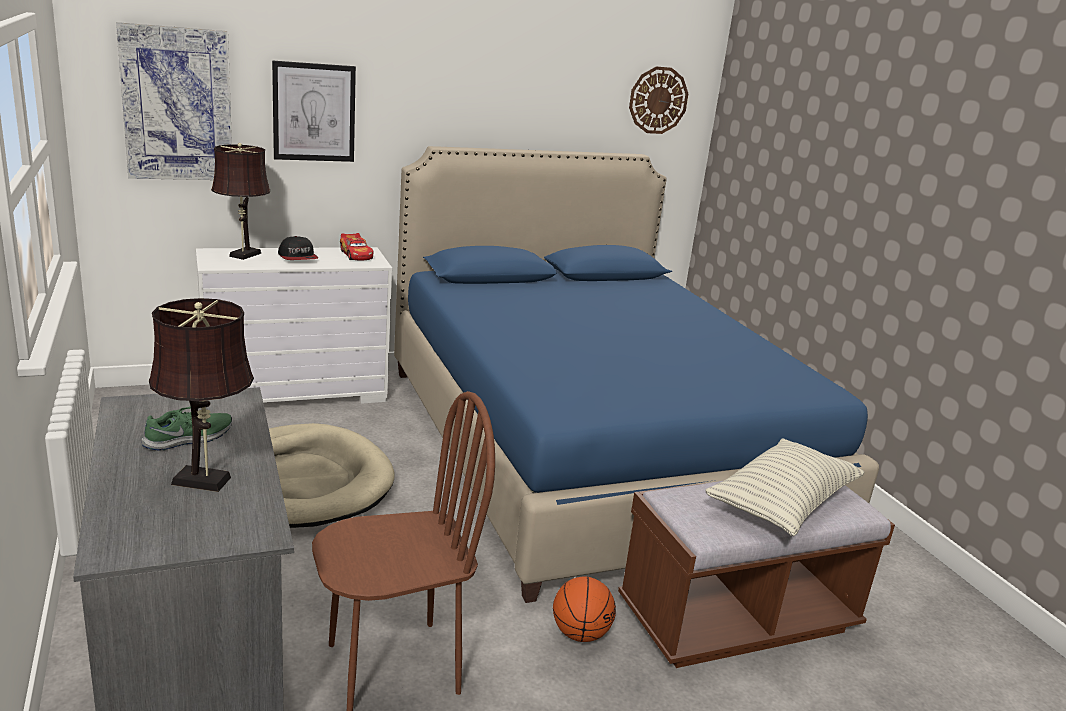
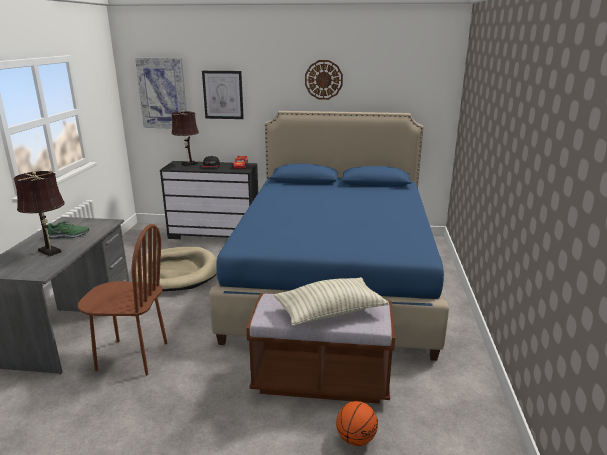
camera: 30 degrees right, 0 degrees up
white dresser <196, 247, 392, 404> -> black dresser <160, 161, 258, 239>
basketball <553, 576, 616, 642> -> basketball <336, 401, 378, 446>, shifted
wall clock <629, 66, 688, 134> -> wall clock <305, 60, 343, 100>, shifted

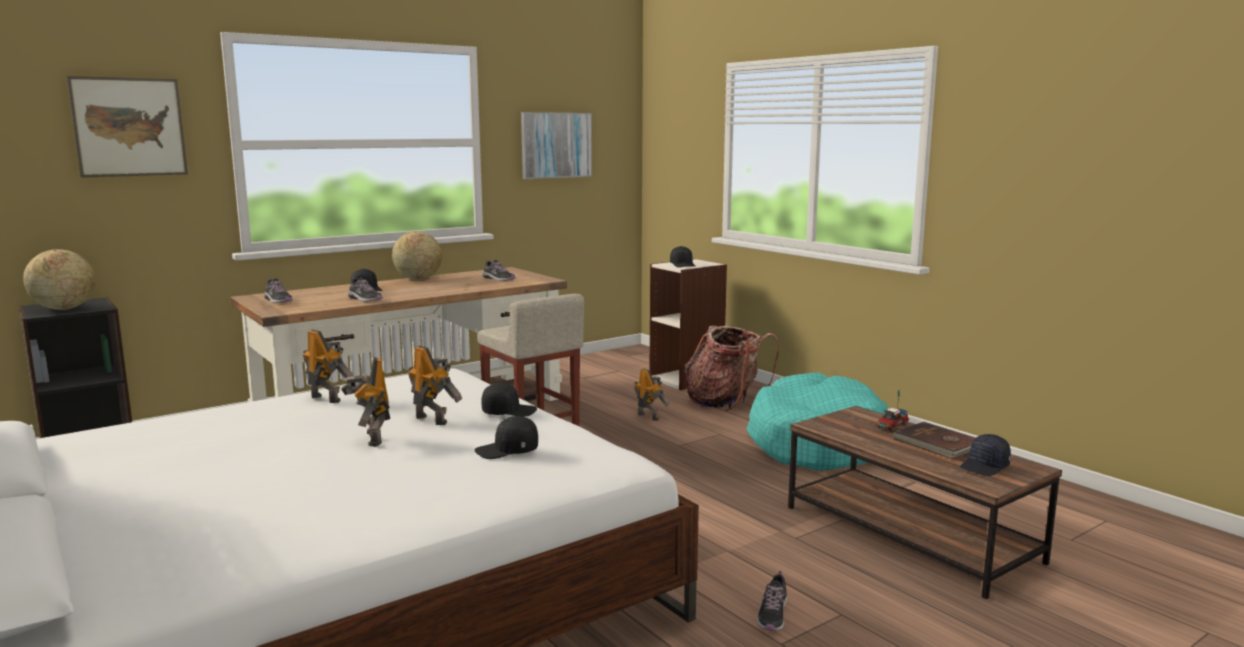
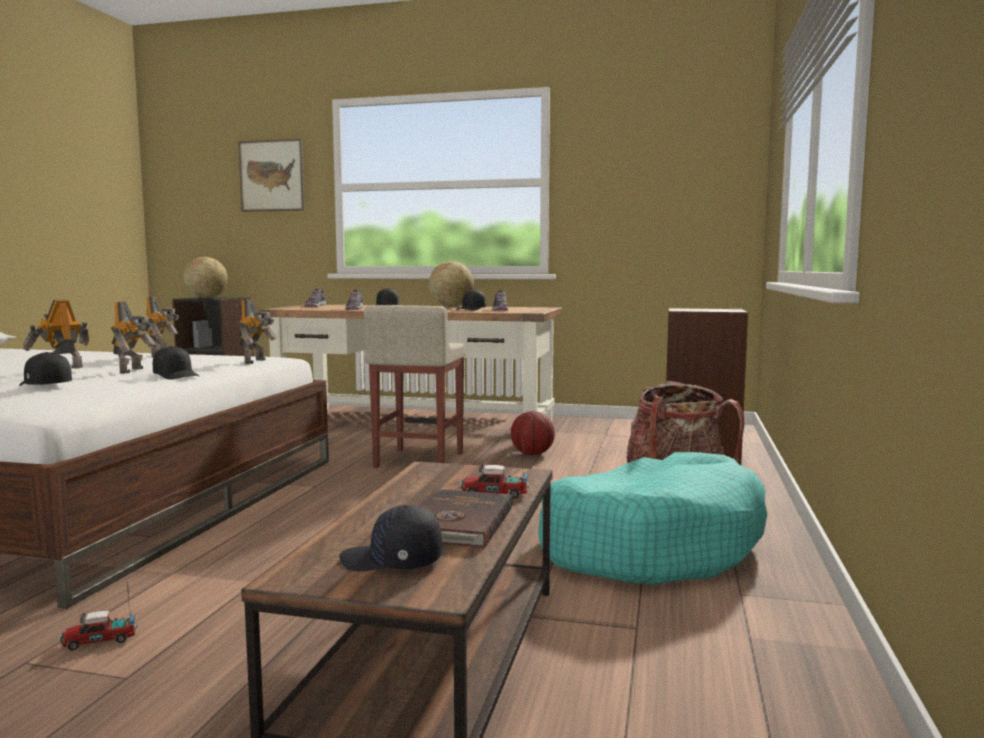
camera: 50 degrees right, 5 degrees down
picture <521, 112, 592, 179> -> none
toy robot <634, 368, 670, 421> -> toy robot <238, 299, 276, 364>, shifted
black cap <670, 246, 696, 268> -> black cap <456, 289, 486, 311>, shifted
shoe <756, 570, 787, 631> -> toy truck <58, 582, 138, 651>
none -> basketball <511, 411, 555, 455>

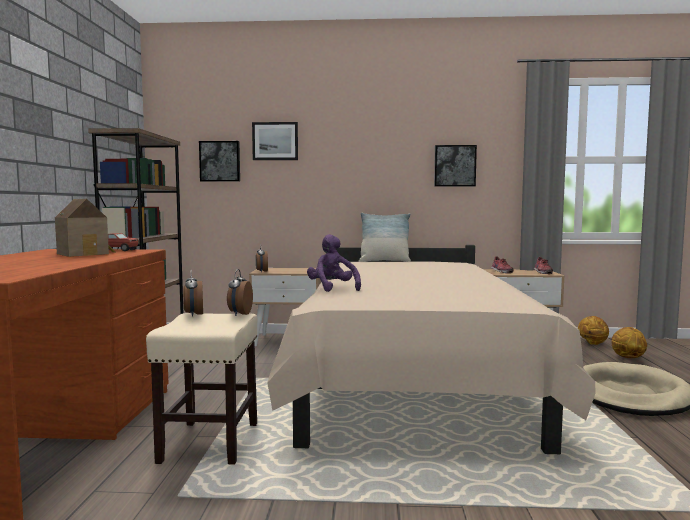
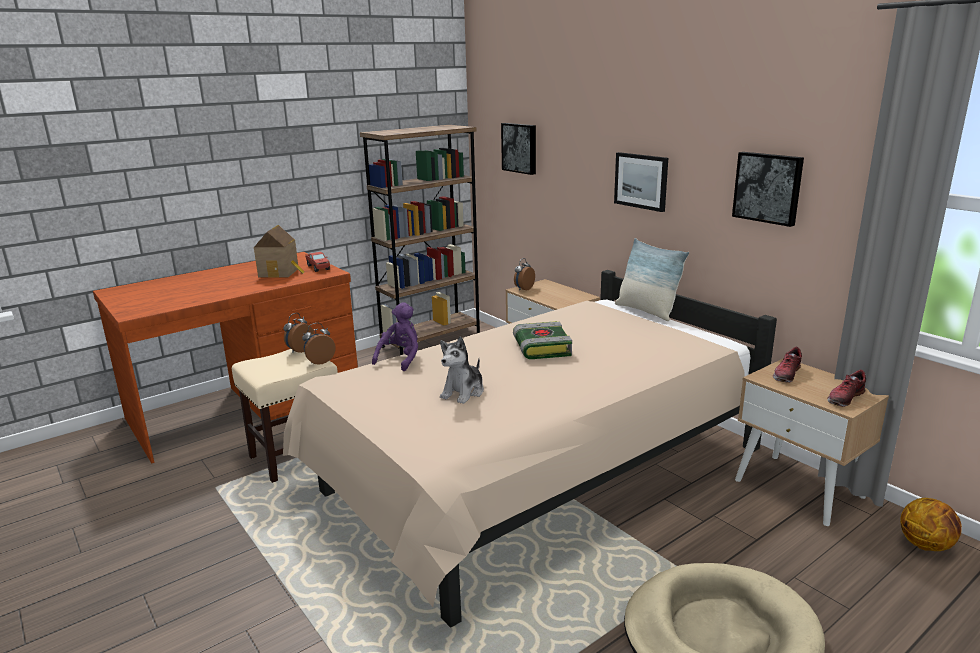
camera: 50 degrees right, 15 degrees up
picture <252, 122, 298, 160> -> picture <614, 152, 668, 212>, shifted
basketball <612, 327, 647, 358> -> none
none -> plush toy <440, 336, 484, 404>
none -> book <513, 321, 572, 359>

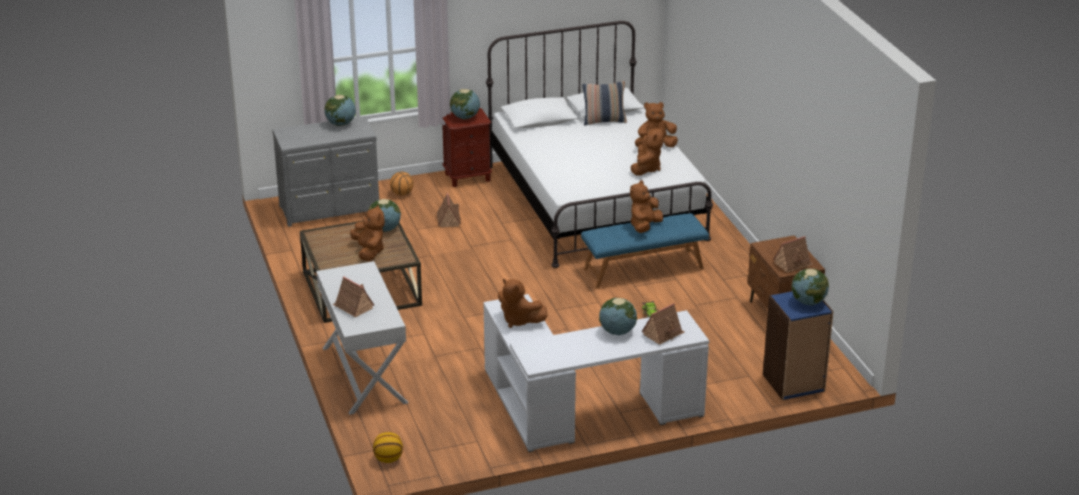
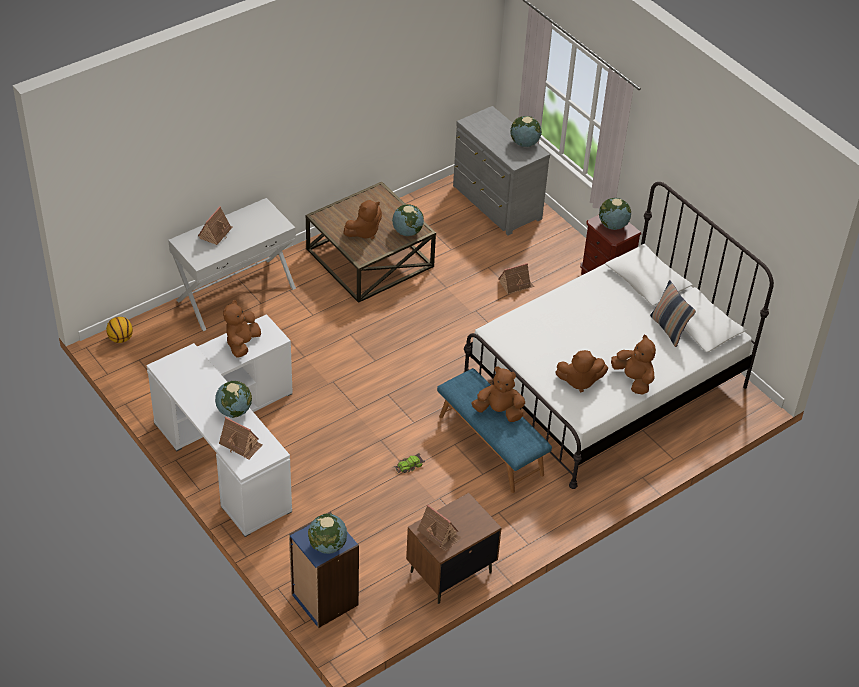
camera: 70 degrees right, 15 degrees up
basketball <390, 172, 414, 196> -> none

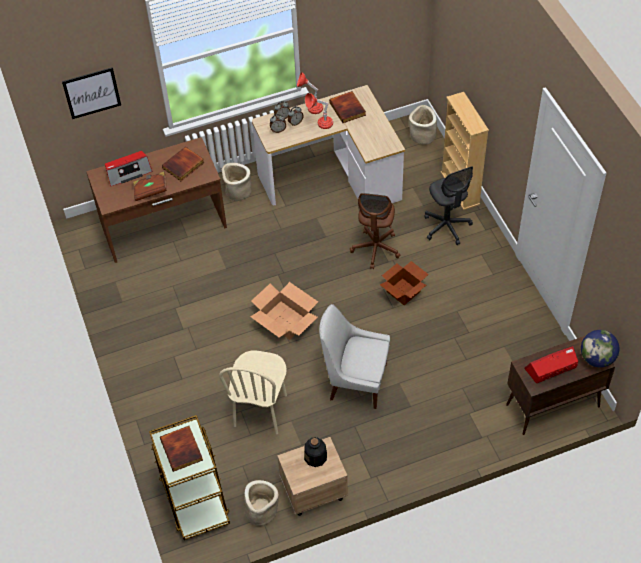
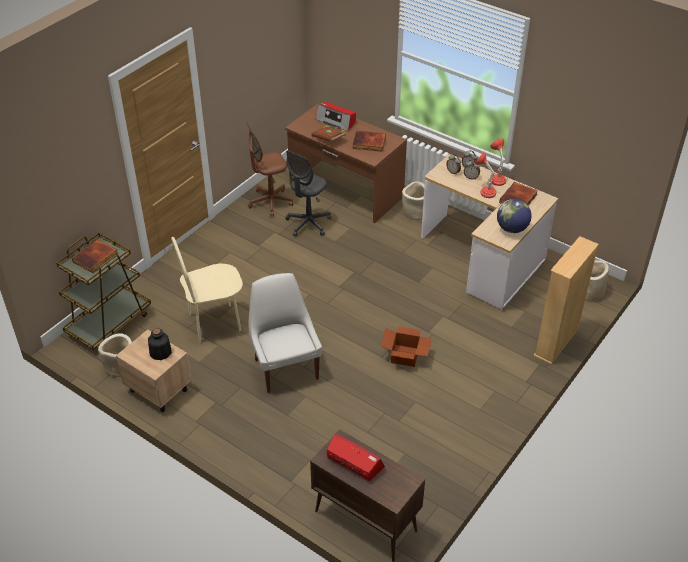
camera: 55 degrees right, 10 degrees down
picture <62, 67, 121, 119> -> none
cardboard box <251, 282, 318, 340> -> none
brown office chair <350, 193, 400, 269> -> brown office chair <246, 123, 294, 216>, shifted
grey office chair <424, 166, 473, 245> -> grey office chair <285, 150, 331, 237>, shifted
globe <581, 330, 619, 367> -> globe <497, 199, 532, 233>, shifted

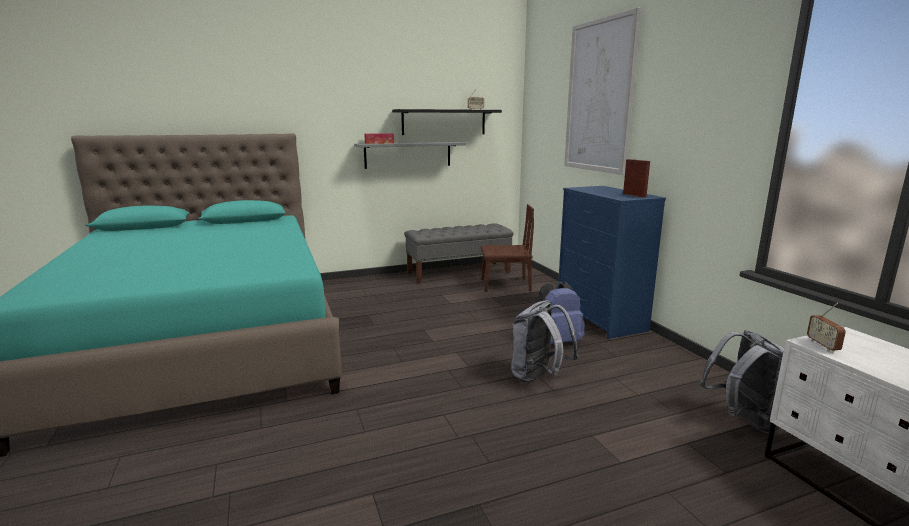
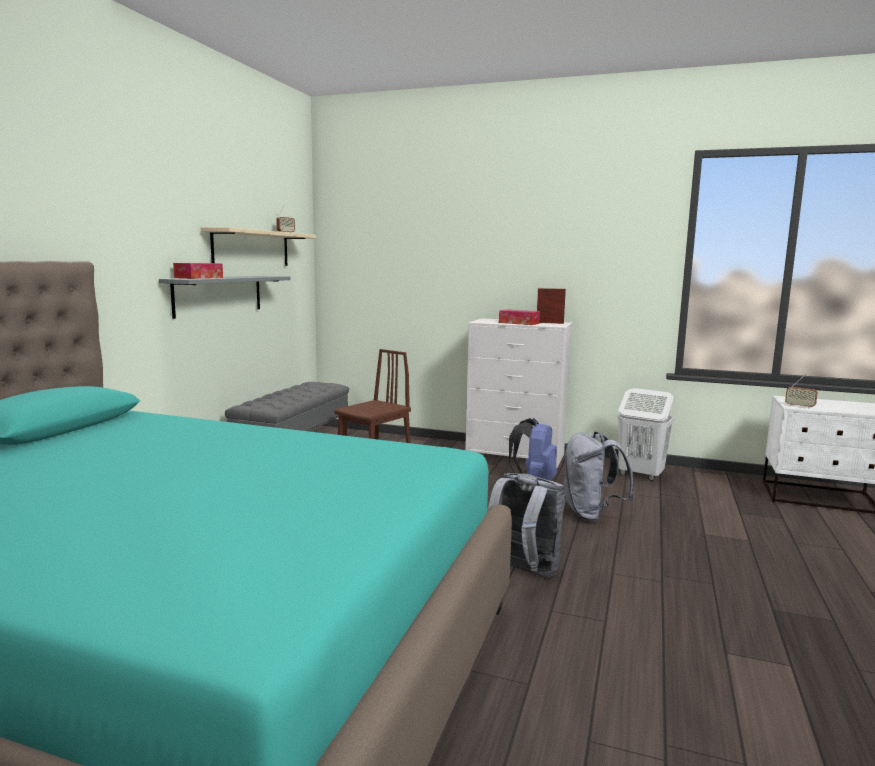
camera: 50 degrees left, 5 degrees down
black shelf <392, 109, 502, 135> -> beige shelf <201, 227, 316, 266>
blue dresser <558, 186, 666, 339> -> white dresser <465, 318, 573, 468>
picture <564, 7, 641, 175> -> none
grey backpack <700, 330, 784, 433> -> grey backpack <488, 473, 566, 577>, shifted
none -> tissue box <499, 309, 540, 325>
none -> white laundry basket <617, 388, 674, 481>

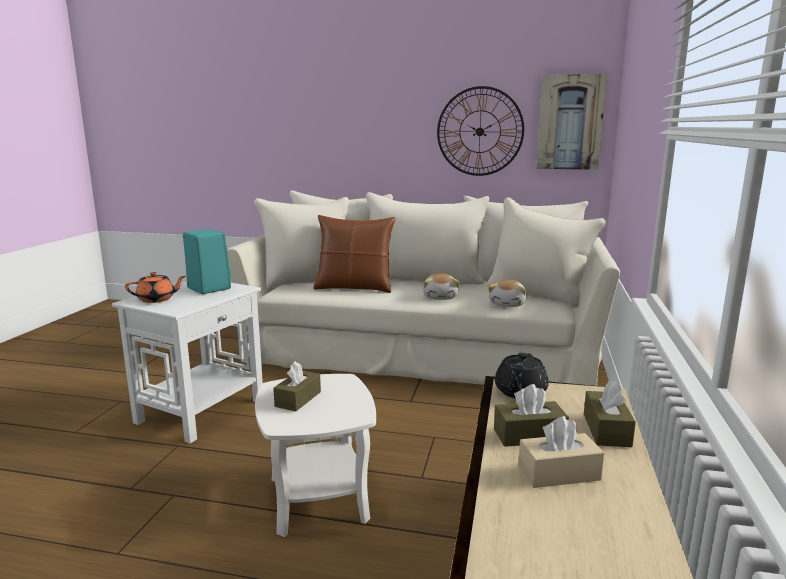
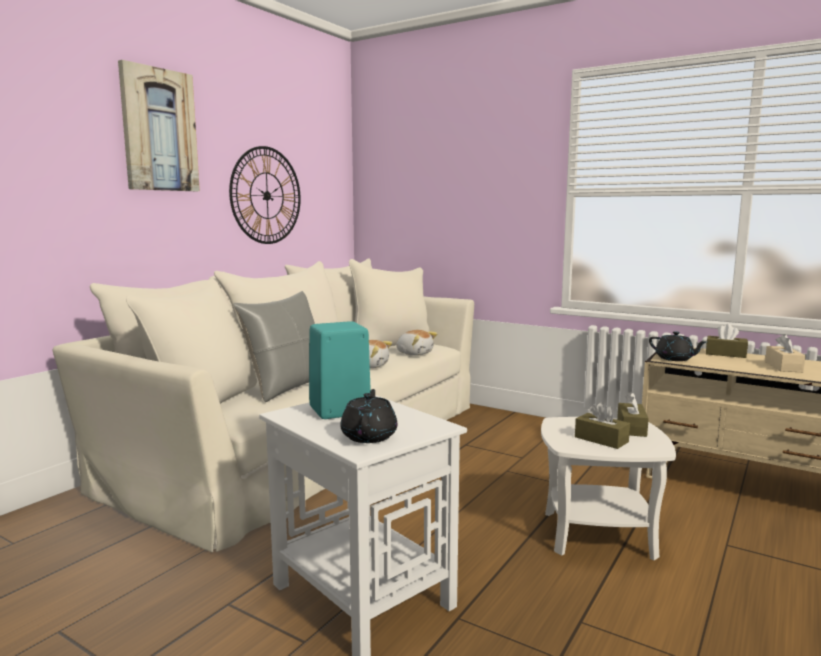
camera: 70 degrees left, 5 degrees down
orange teapot <125, 272, 186, 303> -> black teapot <340, 389, 397, 443>
brown pillow <313, 215, 396, 293> -> grey pillow <233, 291, 315, 402>
brown tissue box <494, 384, 569, 447> -> brown tissue box <617, 392, 649, 437>, shifted
picture <536, 74, 607, 170> -> picture <118, 60, 200, 191>, shifted

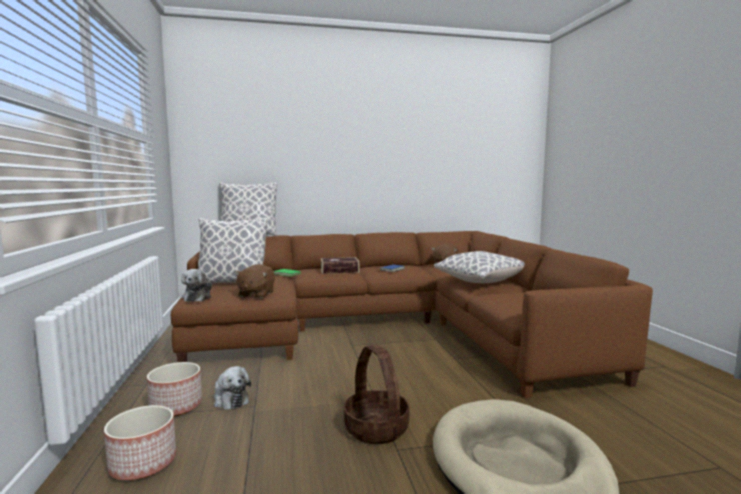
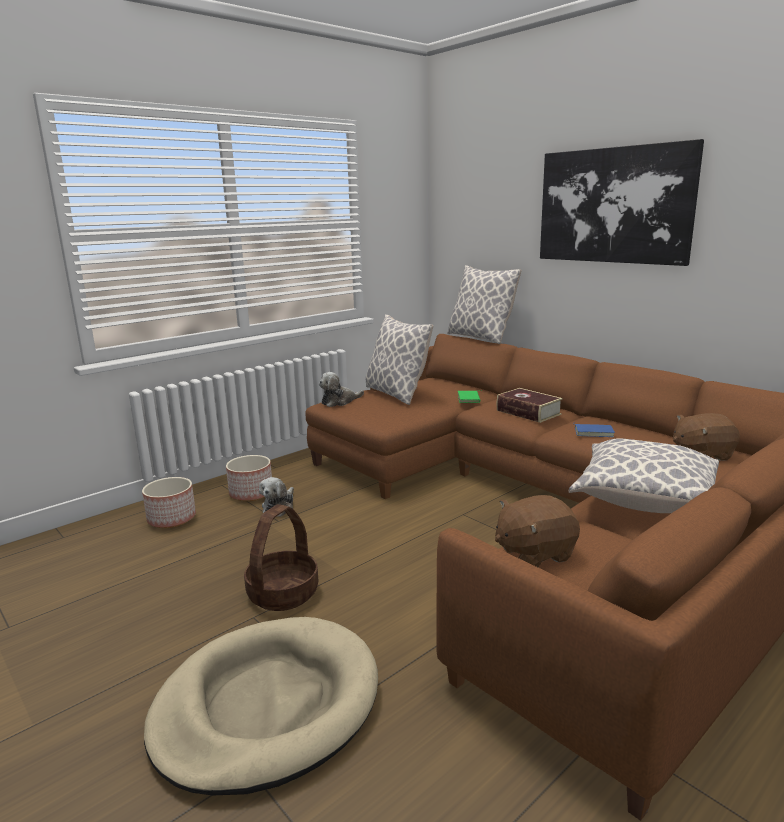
camera: 60 degrees right, 10 degrees up
brown plush toy <234, 264, 275, 298> -> brown plush toy <495, 495, 580, 568>, shifted
none -> picture <540, 139, 704, 266>

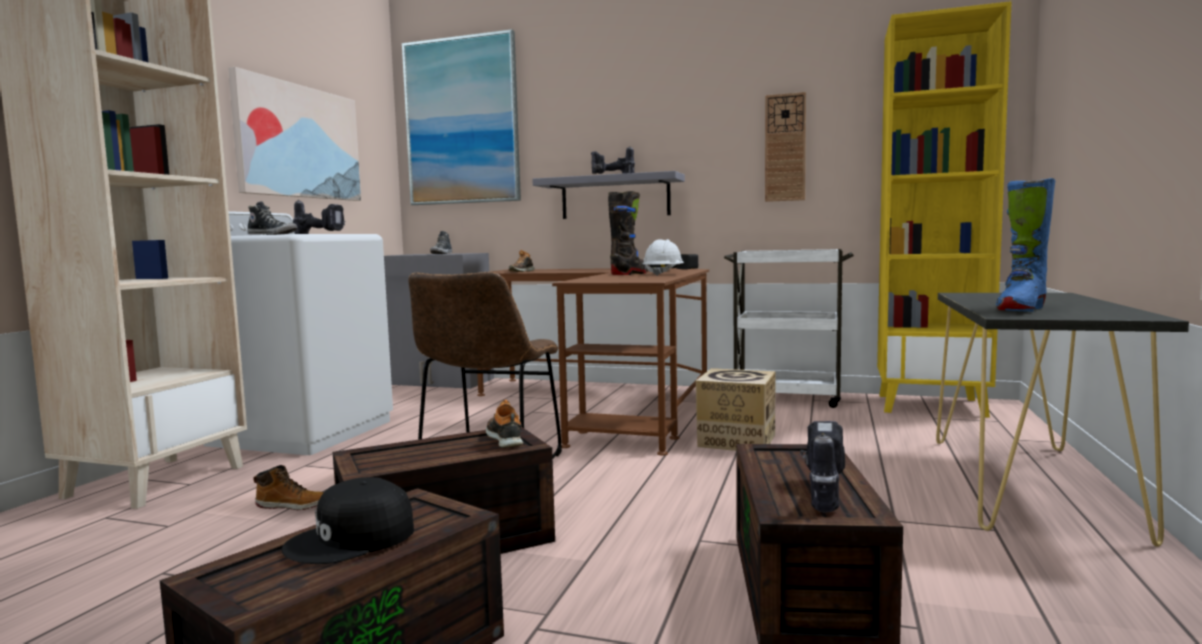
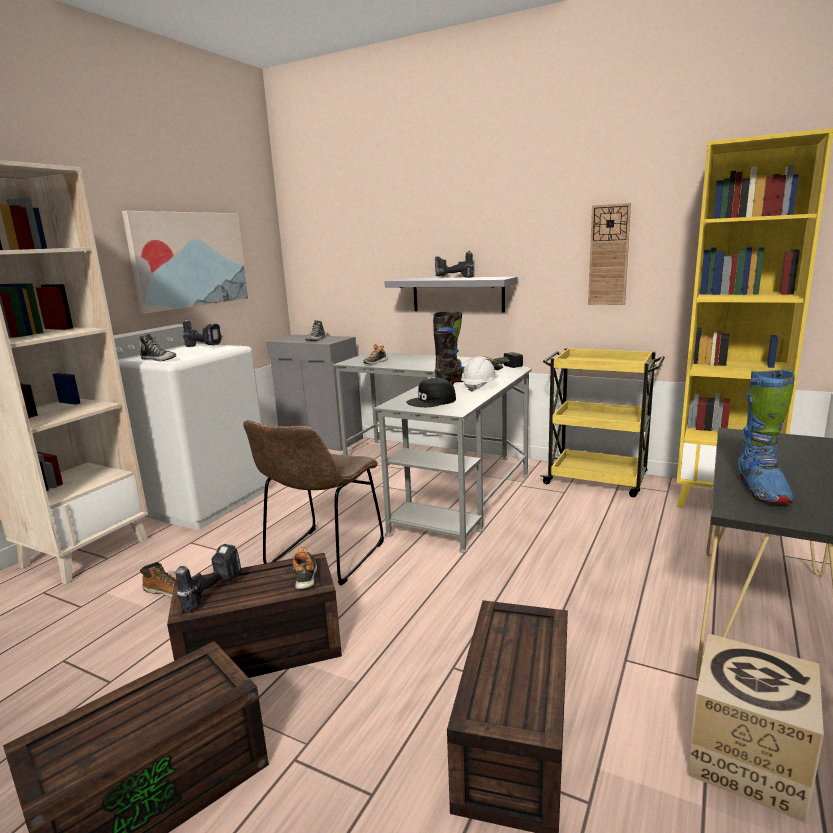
camera: 10 degrees right, 10 degrees up
black cap <282, 477, 414, 564> -> black cap <406, 378, 456, 407>, shifted
picture <402, 29, 521, 205> -> none
brown desk <477, 268, 709, 456> -> grey desk <333, 352, 532, 553>
cardboard box <696, 368, 776, 451> -> cardboard box <688, 633, 824, 823>, shifted
white cart <724, 249, 854, 408> -> yellow cart <540, 348, 665, 497>
power drill <800, 421, 845, 512> -> power drill <176, 544, 241, 612>, shifted
blue boot <996, 178, 1055, 312> -> blue boot <738, 370, 795, 504>, 45 degrees counterclockwise

